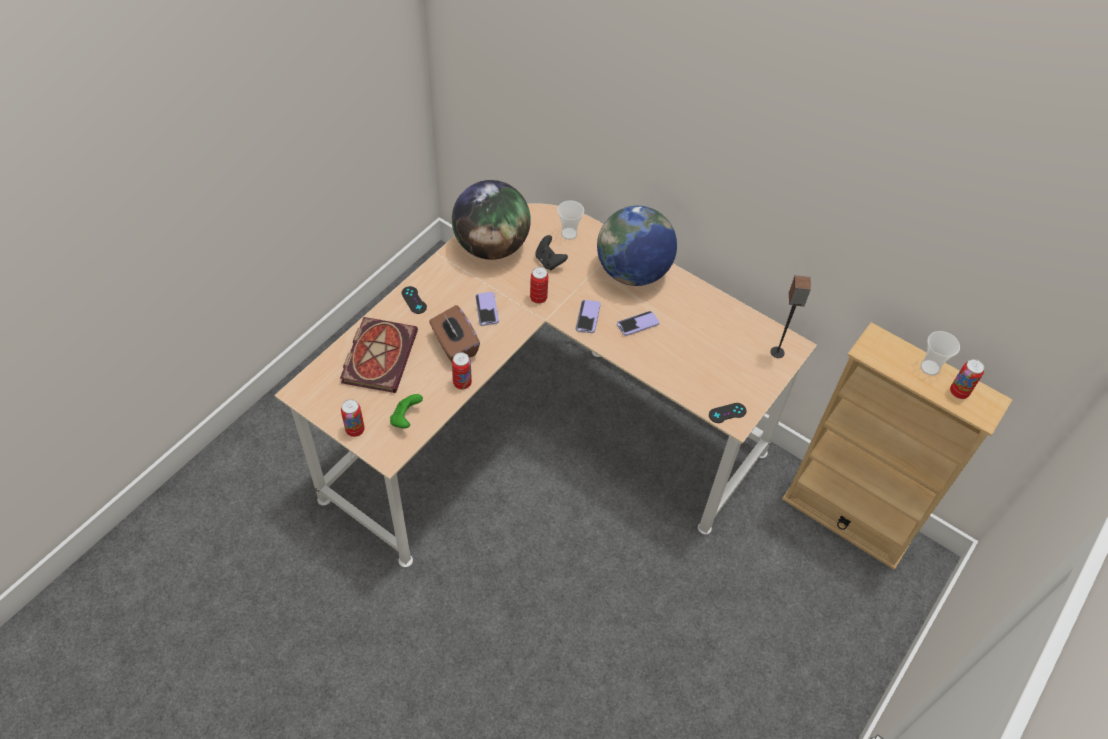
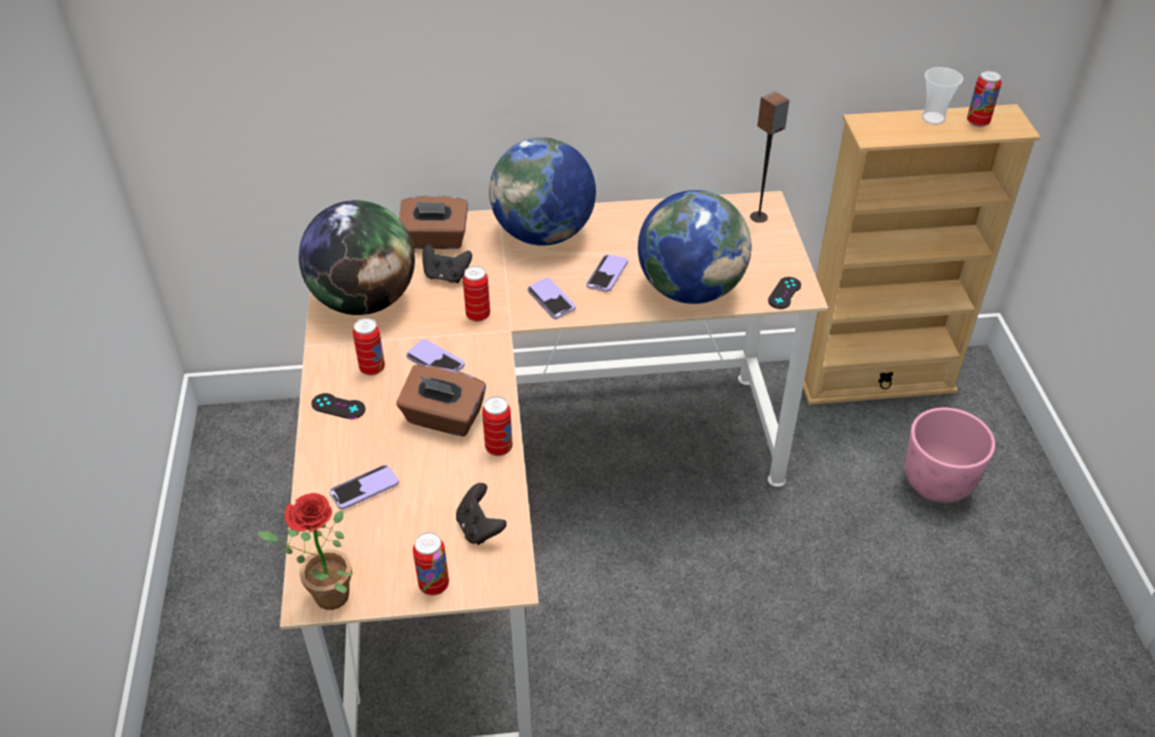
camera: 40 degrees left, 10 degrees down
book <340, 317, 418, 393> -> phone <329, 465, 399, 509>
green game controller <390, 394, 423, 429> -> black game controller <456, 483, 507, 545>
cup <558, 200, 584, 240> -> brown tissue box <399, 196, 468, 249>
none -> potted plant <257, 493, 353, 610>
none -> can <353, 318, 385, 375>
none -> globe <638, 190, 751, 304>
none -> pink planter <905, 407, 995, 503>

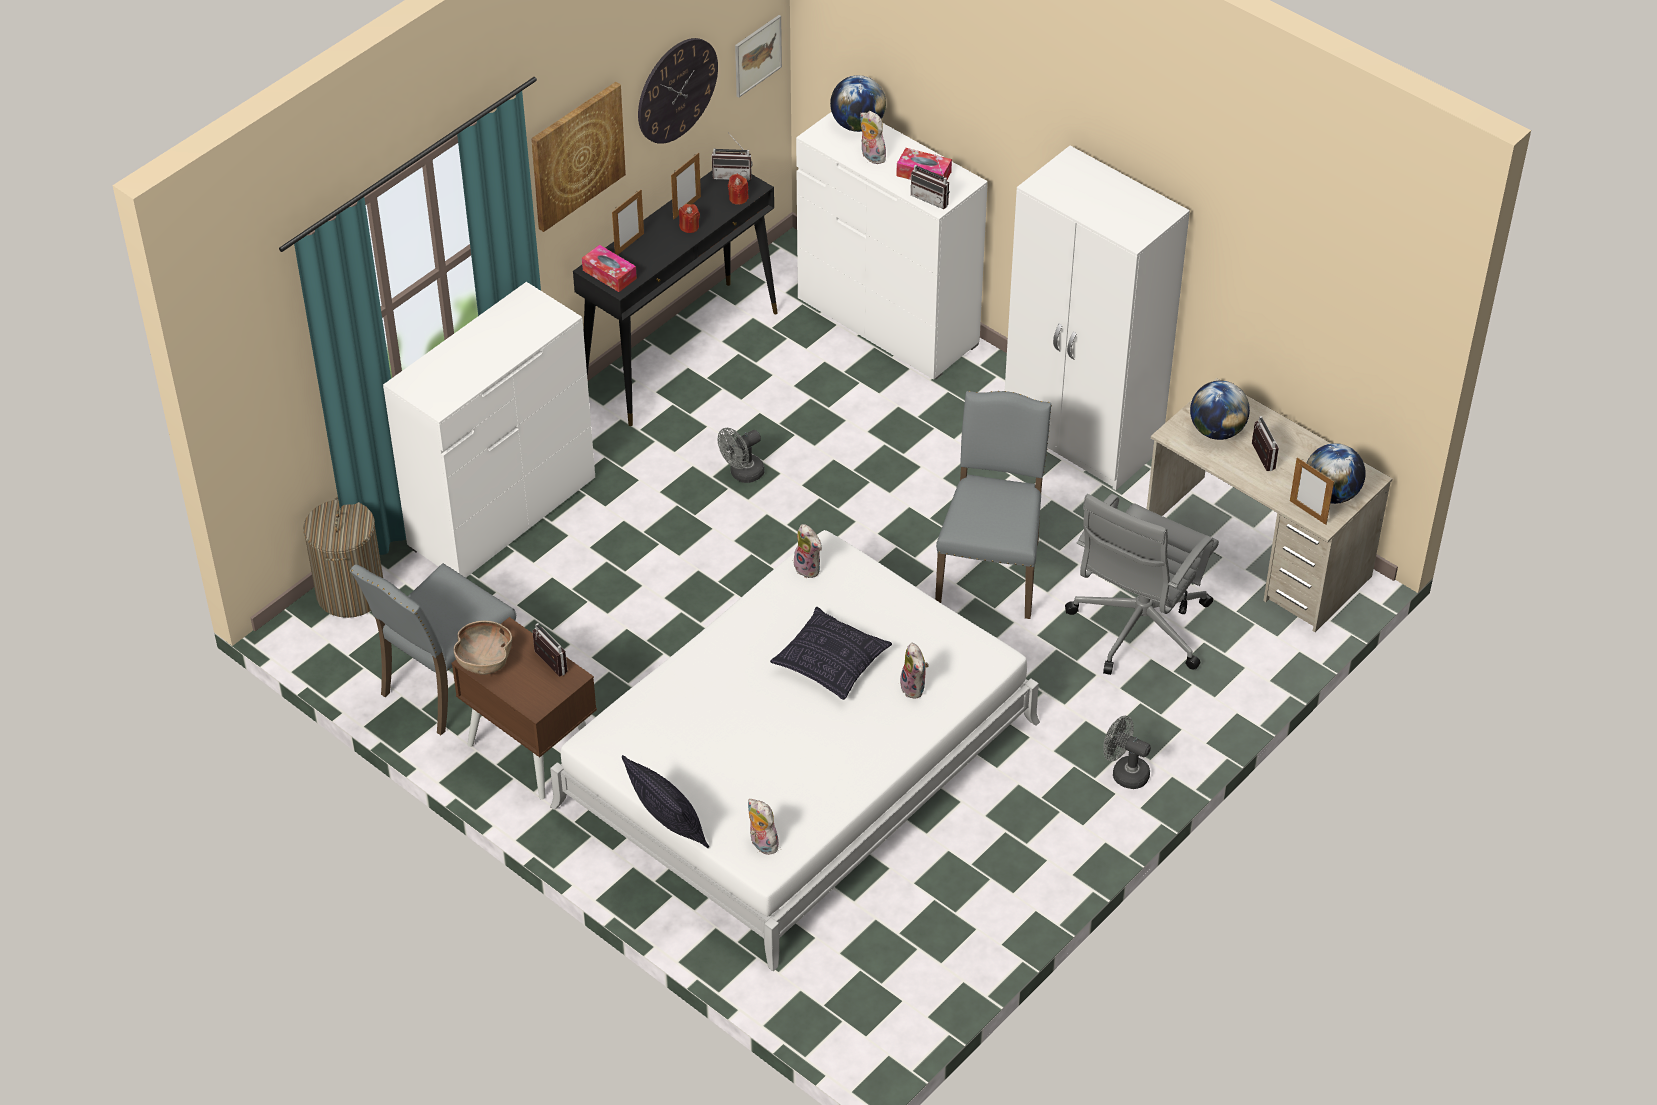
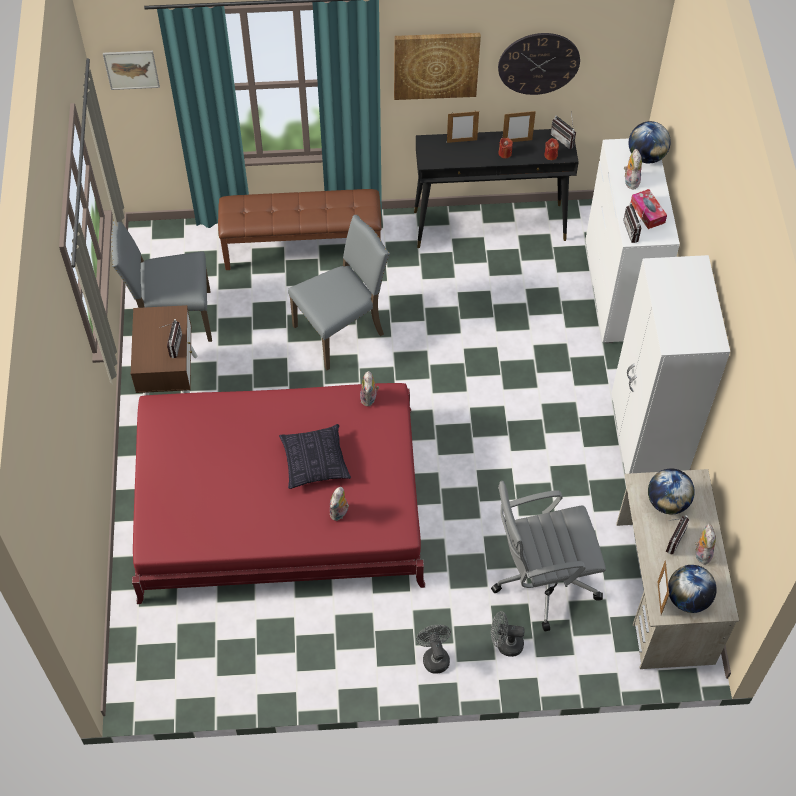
camera: 45 degrees right, 10 degrees up
laundry basket <303, 497, 383, 618> -> none
white dresser <383, 282, 595, 578> -> brown bench <218, 189, 382, 270>
brown bowl <454, 620, 512, 675> -> none
white bed <550, 530, 1040, 971> -> red bed <132, 383, 425, 604>
tissue box <582, 245, 637, 292> -> none
pillow <622, 755, 709, 848> -> none
grey fan <718, 428, 765, 483> -> grey fan <491, 611, 525, 657>, shifted
picture <735, 15, 782, 98> -> picture <103, 50, 160, 90>, shifted
plush toy <748, 799, 781, 855> -> plush toy <695, 523, 716, 565>, shifted
grey chair <935, 391, 1052, 619> -> grey chair <288, 215, 390, 370>, shifted

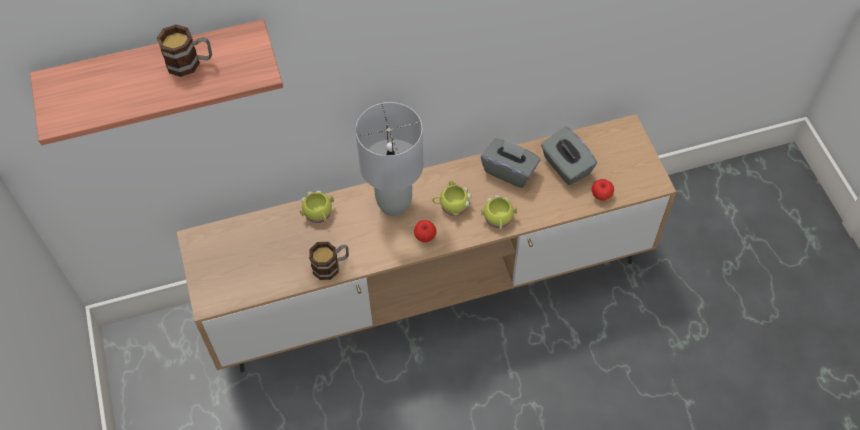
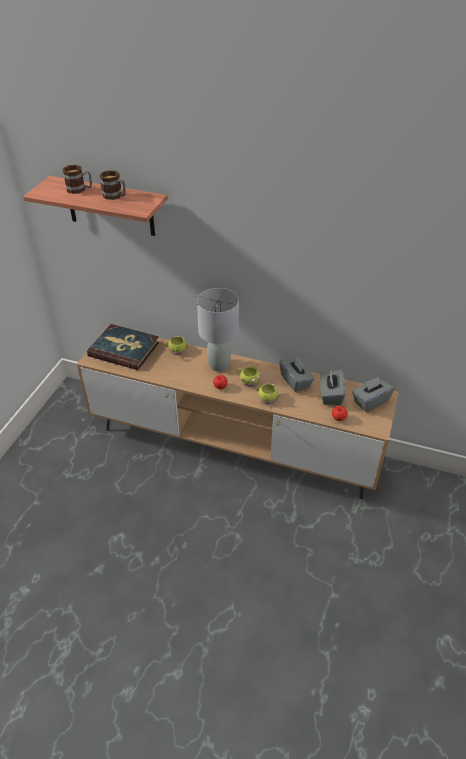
camera: 35 degrees right, 15 degrees down
mug <309, 242, 349, 280> -> mug <63, 165, 92, 194>, shifted
none -> book <87, 324, 159, 370>
none -> grey tissue box <352, 377, 394, 412>

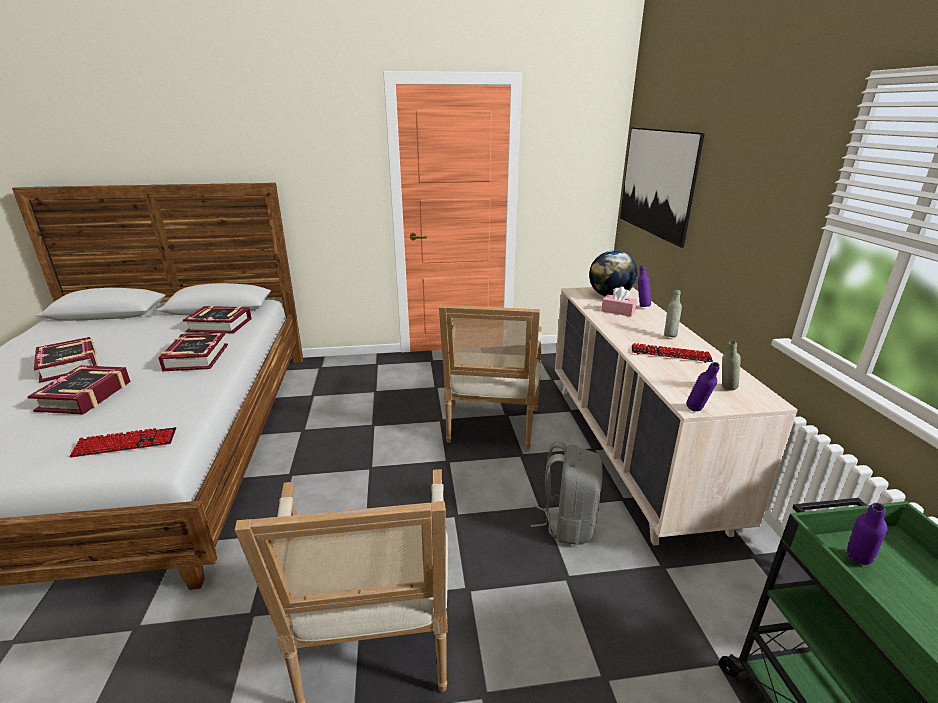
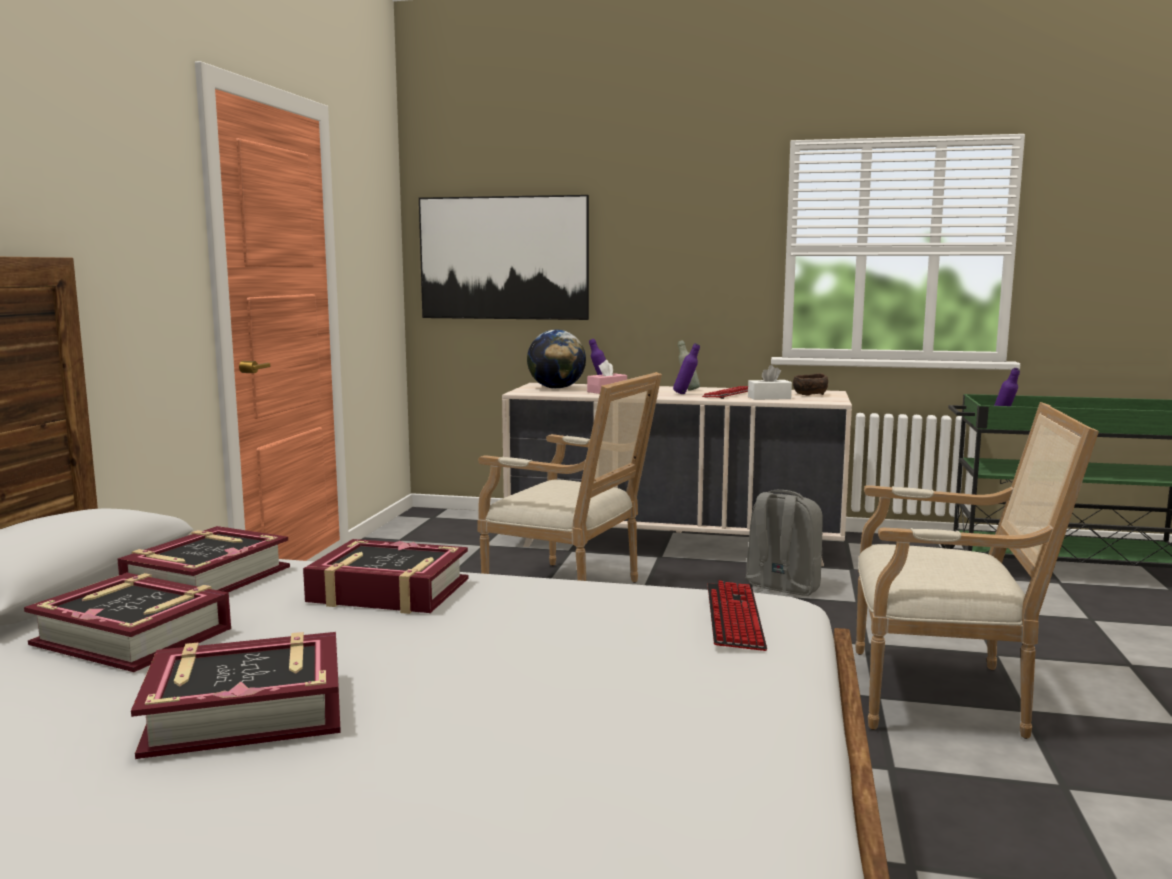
camera: 70 degrees left, 15 degrees down
book <27, 365, 131, 415> -> book <24, 573, 231, 672>, shifted
purple bottle <687, 362, 720, 412> -> purple bottle <673, 343, 700, 394>, shifted
grey bottle <722, 340, 741, 391> -> brown bowl <793, 373, 828, 396>
none -> white tissue box <748, 365, 792, 400>

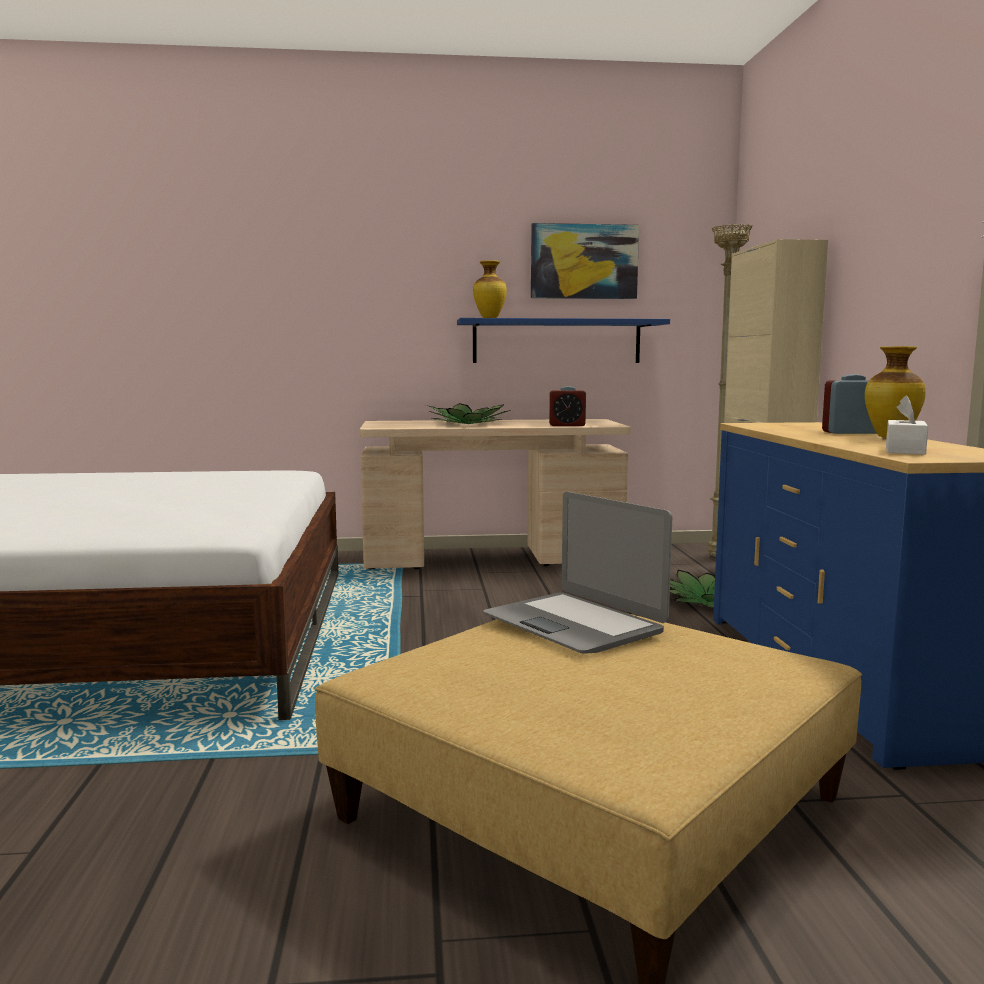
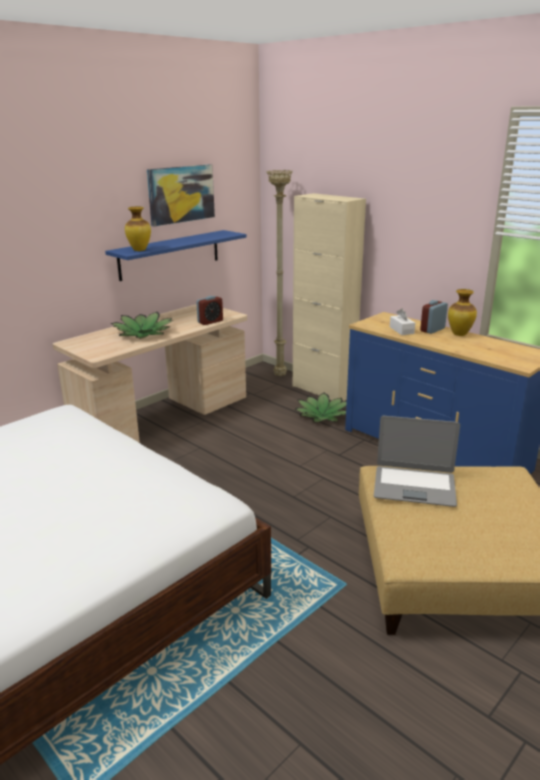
camera: 40 degrees left, 15 degrees up
white tissue box <886, 395, 928, 455> -> white tissue box <390, 308, 415, 335>, shifted

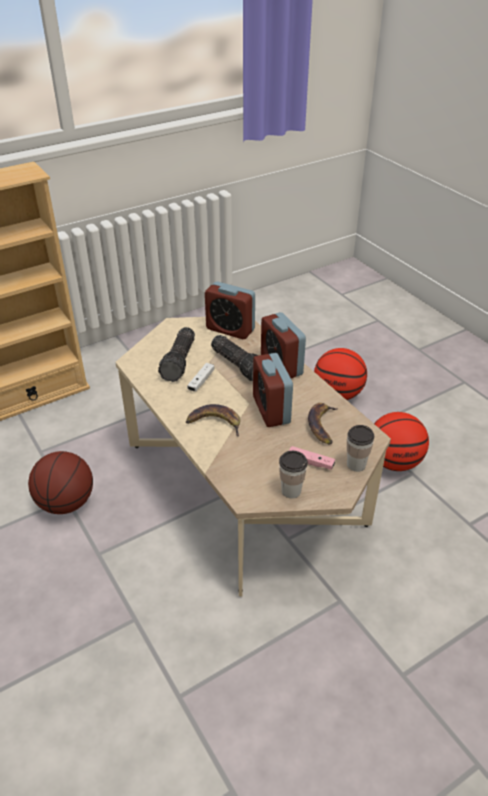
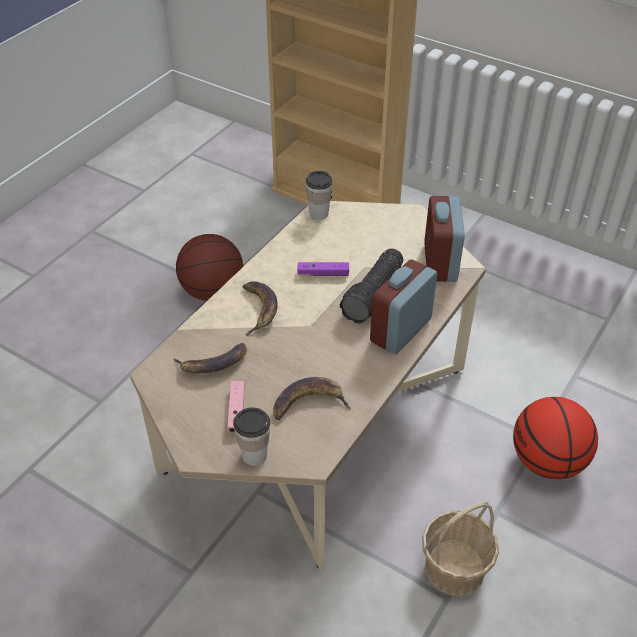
camera: 65 degrees right, 5 degrees up
flashlight <158, 327, 195, 382> -> none
white game controller <187, 363, 214, 392> -> purple game controller <298, 262, 349, 276>
alarm clock <253, 353, 293, 427> -> none
cup <279, 451, 308, 499> -> cup <306, 171, 332, 220>, shifted
basketball <374, 412, 429, 471> -> basket <422, 502, 499, 596>
none -> banana <173, 343, 247, 374>

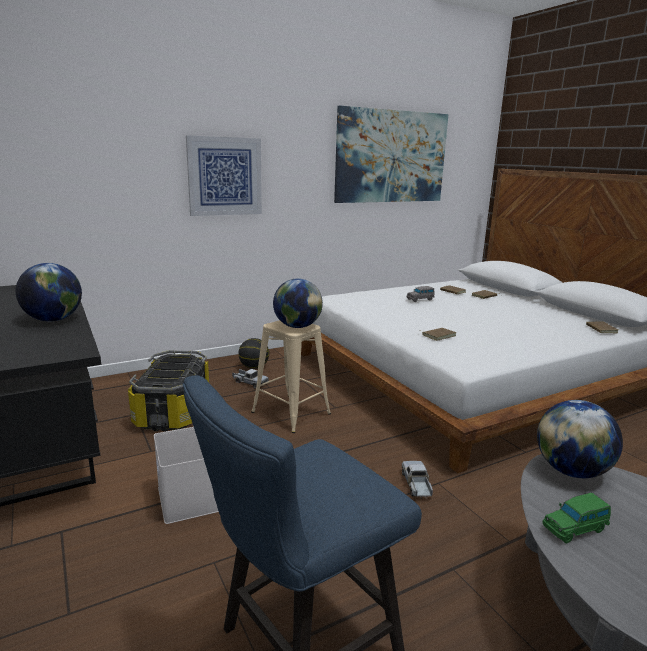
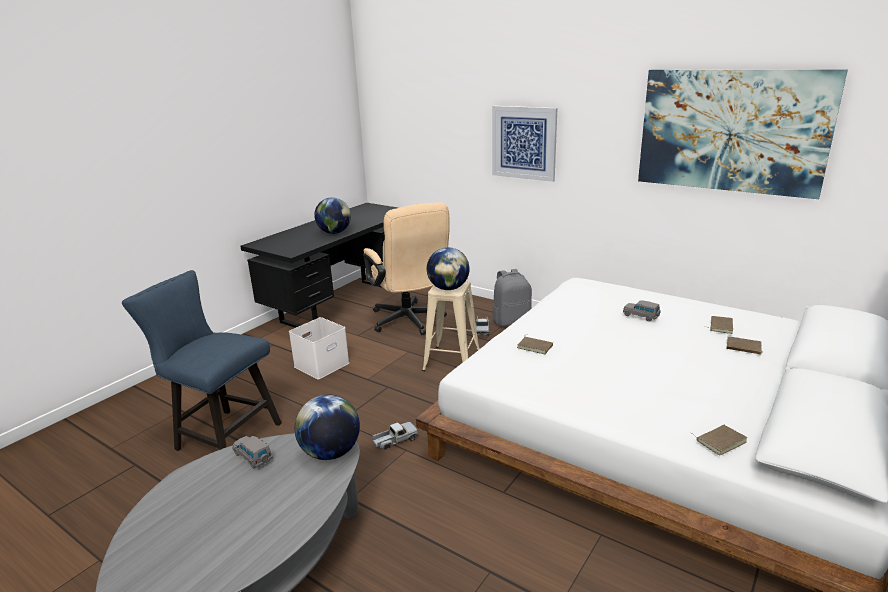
camera: 65 degrees right, 5 degrees up
storage box <128, 350, 209, 432> -> beige office chair <363, 202, 450, 335>
basketball <239, 338, 269, 369> -> grey backpack <493, 269, 532, 327>
green toy car <542, 493, 611, 543> -> grey toy car <232, 436, 273, 468>

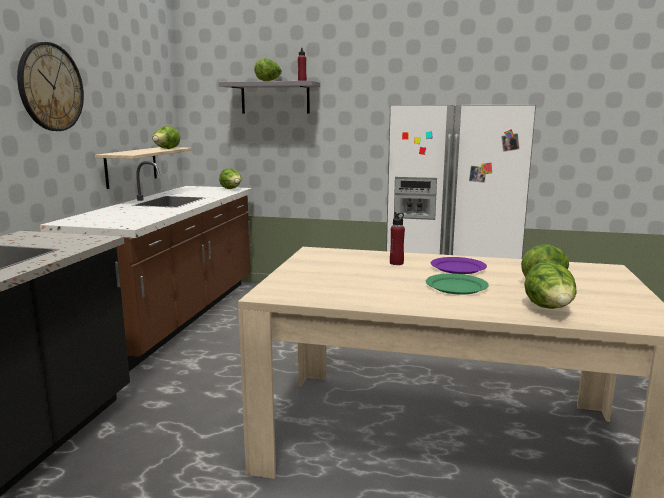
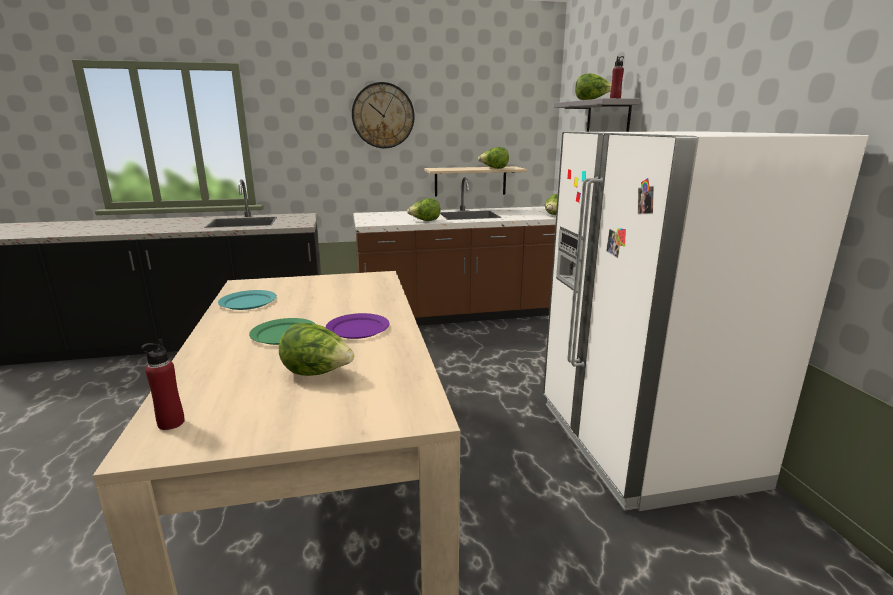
camera: 65 degrees right, 5 degrees up
red bottle <390, 212, 405, 265> -> red bottle <141, 339, 185, 430>, shifted
lettuce <524, 261, 577, 309> -> lettuce <407, 198, 440, 221>, shifted
none -> turquoise plate <218, 290, 277, 310>

